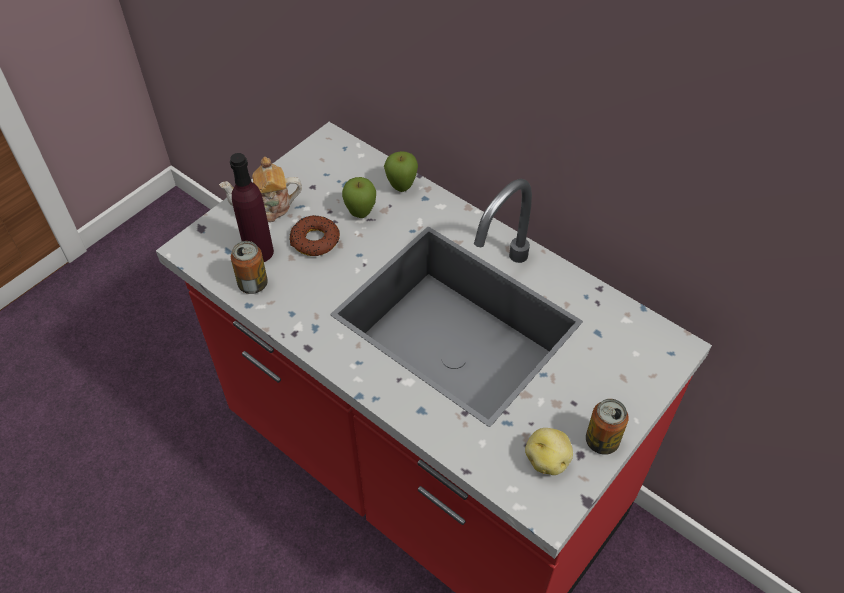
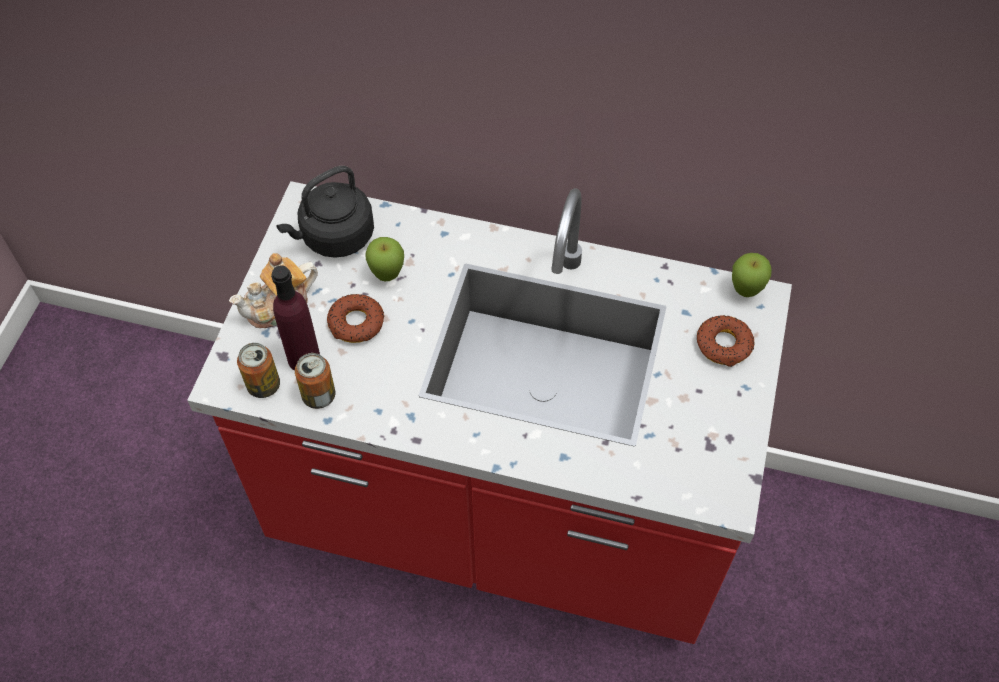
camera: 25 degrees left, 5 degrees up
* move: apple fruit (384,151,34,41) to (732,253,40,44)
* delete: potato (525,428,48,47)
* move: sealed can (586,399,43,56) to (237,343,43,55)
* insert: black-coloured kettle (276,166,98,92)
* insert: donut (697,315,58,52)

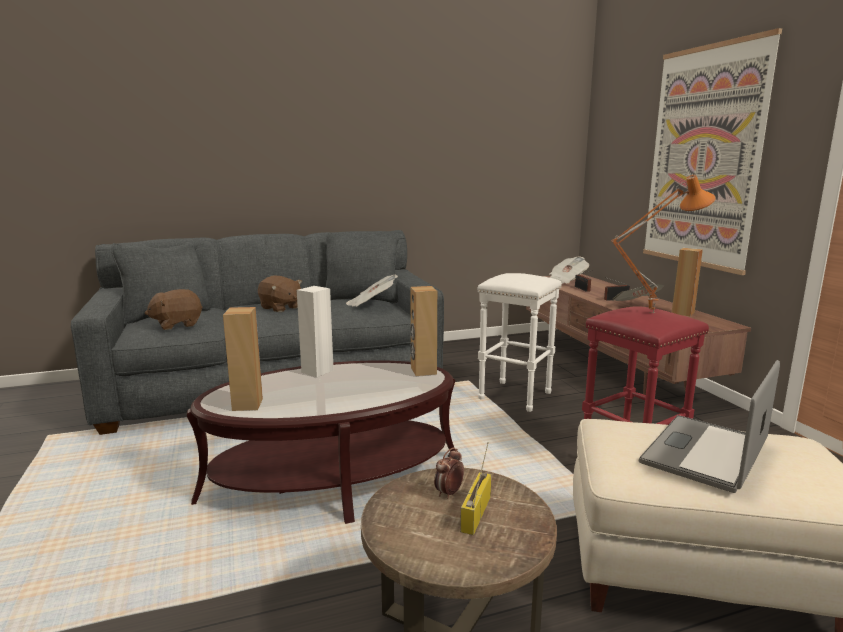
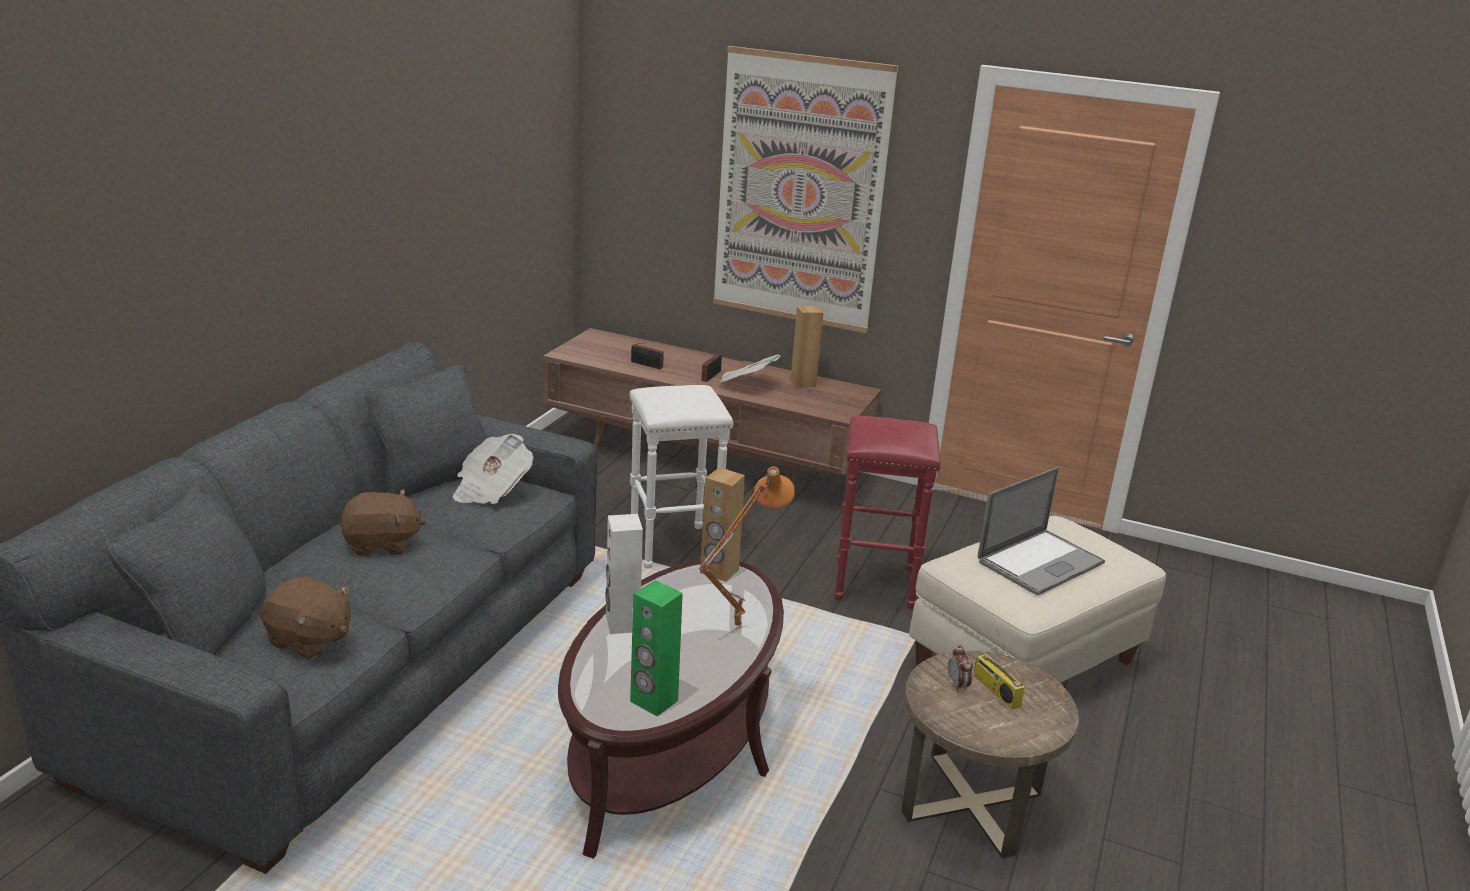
camera: 50 degrees left, 10 degrees up
* rotate: brown soft toy (145,289,58,41) = (260,577,91,83) 75 degrees counterclockwise
* recolor: brown speaker (223,307,40,104) to greenish speaker (630,580,53,136)
* delete: printed paper (549,256,40,28)
* move: orange tabletop lamp (611,175,105,138) to (699,466,96,164)
* rotate: portable computer (639,360,141,133) = (978,467,127,128) 120 degrees counterclockwise

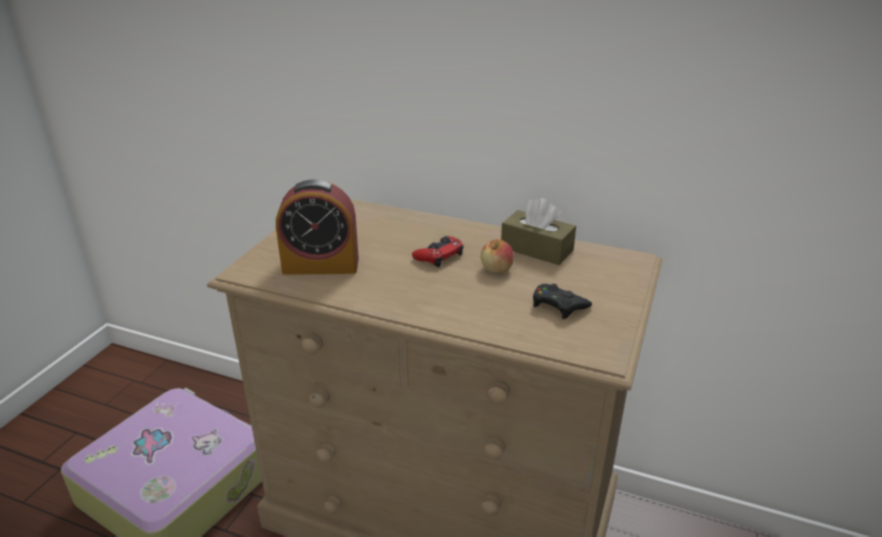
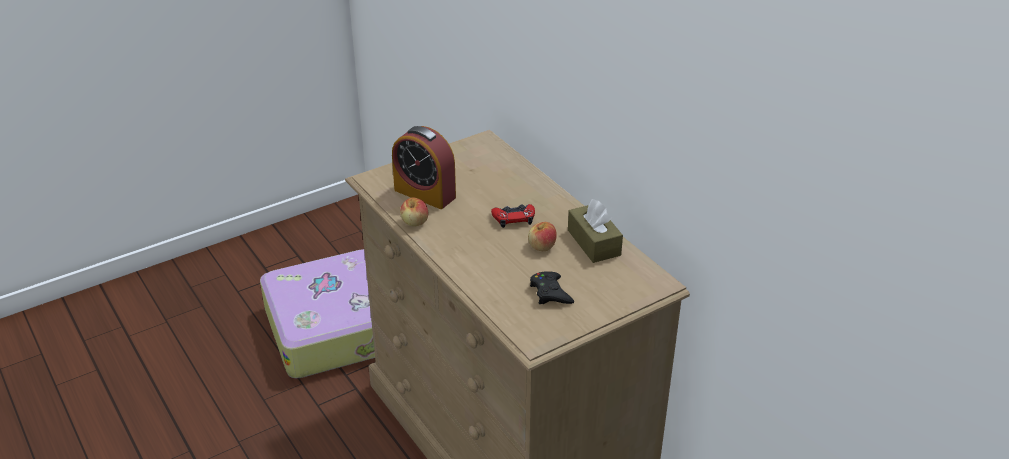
camera: 35 degrees right, 5 degrees up
* insert: apple fruit (400,198,28,28)

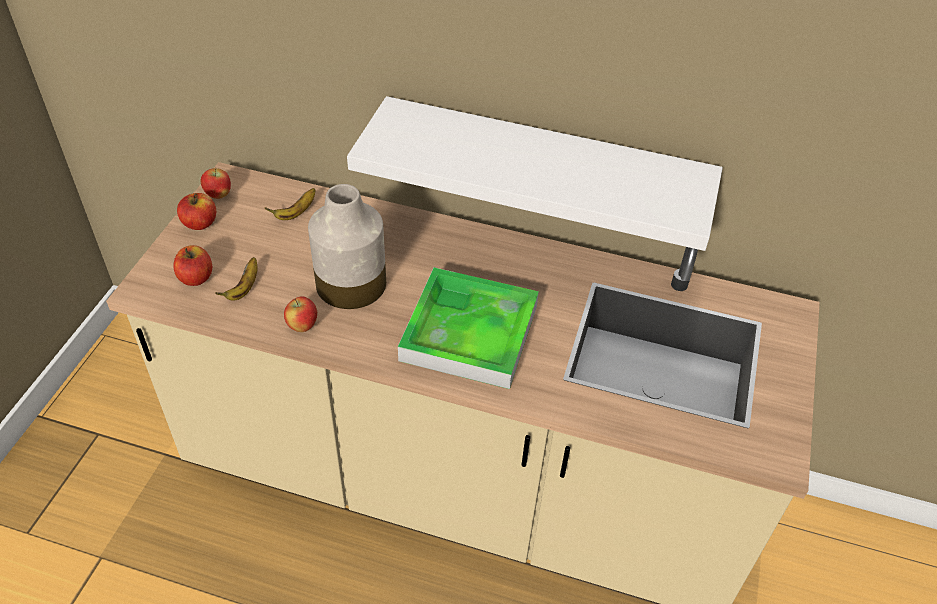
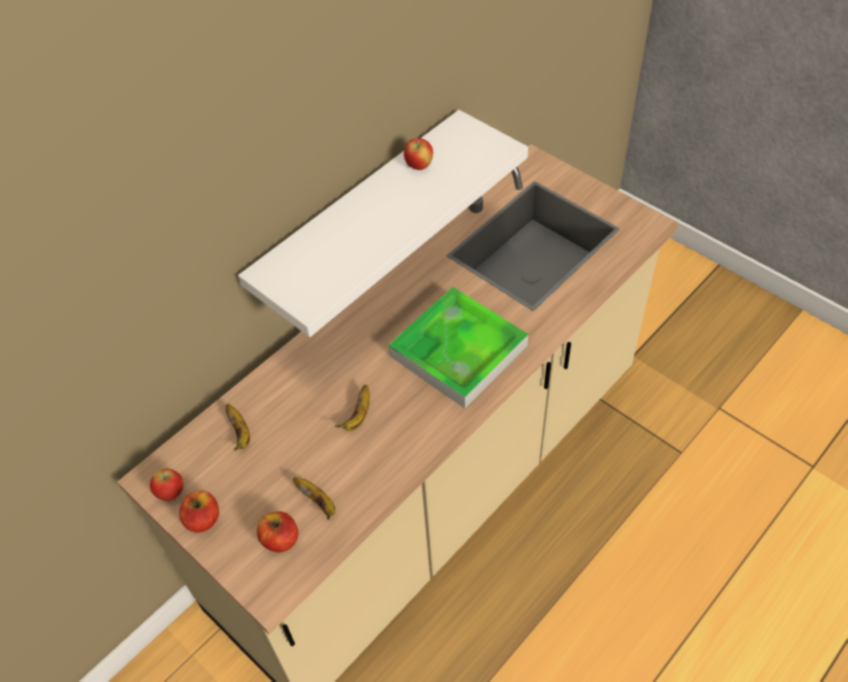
camera: 60 degrees left, 5 degrees up
* move: apple fruit (284,296,33,36) to (404,138,29,32)
* replace: beige-coloured vase (308,184,78,125) to banana fruit (335,385,35,46)

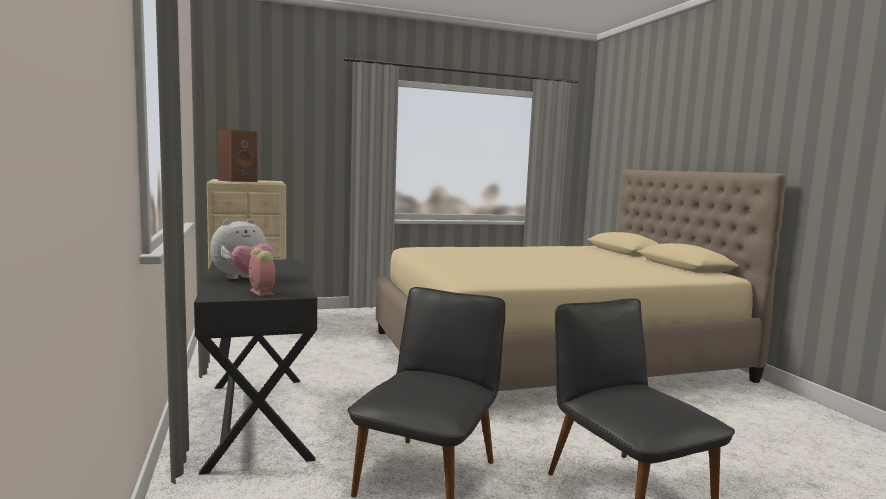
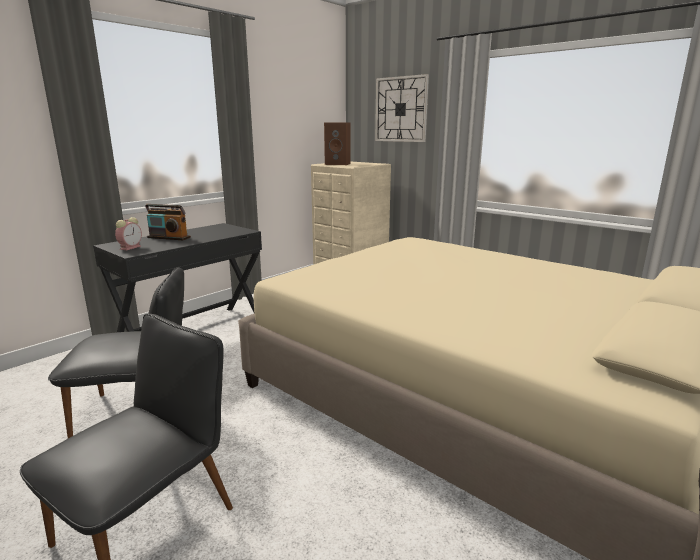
camera: 60 degrees right, 10 degrees up
* replace: soft toy (210,218,64,61) to radio set (145,204,46,36)
* insert: clock on the wall (375,74,54,68)

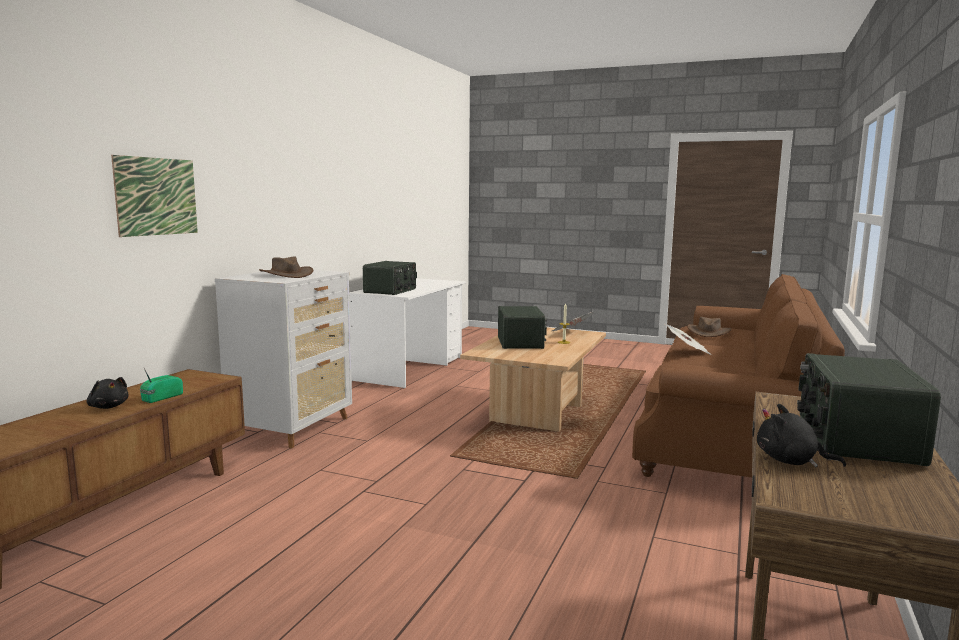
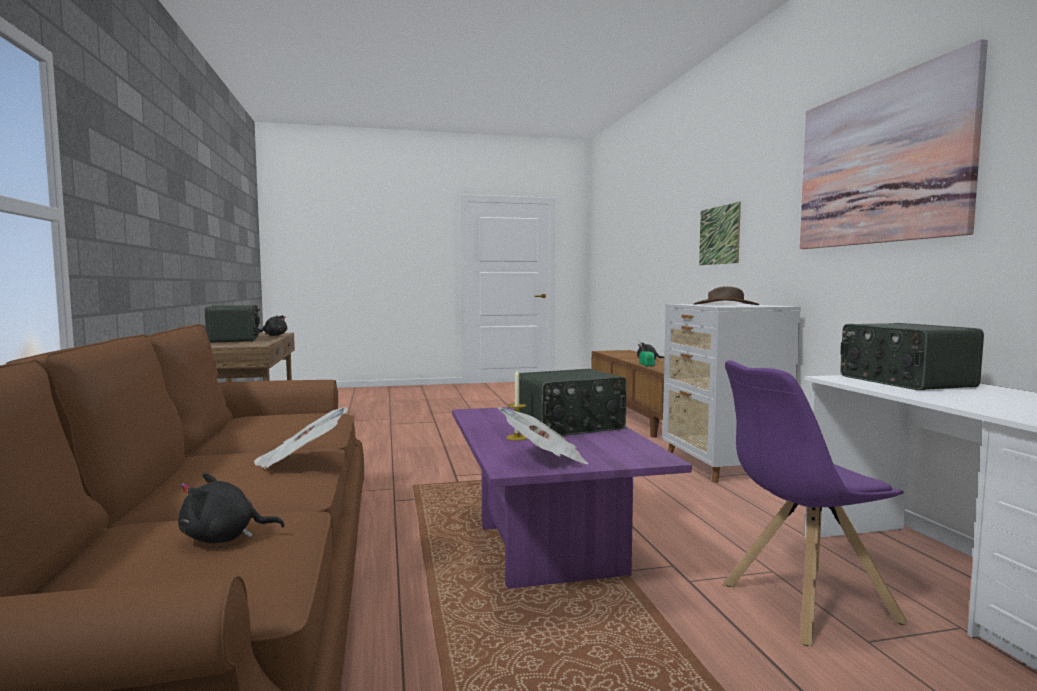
camera: 145 degrees right, 5 degrees down
* recolor: beige-coloured low table (460,327,146,104) to purplish low table (452,407,240,182)
* rotate: radio set (498,306,49,43) = (519,369,108,67) 75 degrees counterclockwise
* replace: brown hat (687,317,45,20) to black-coloured soft toy (178,473,107,70)
* insert: purplish plain chair (723,360,185,287)
* insert: wall art (800,39,188,210)

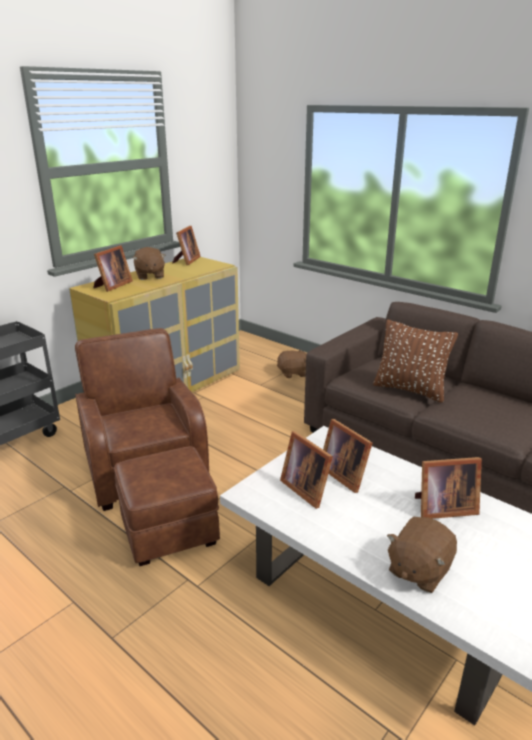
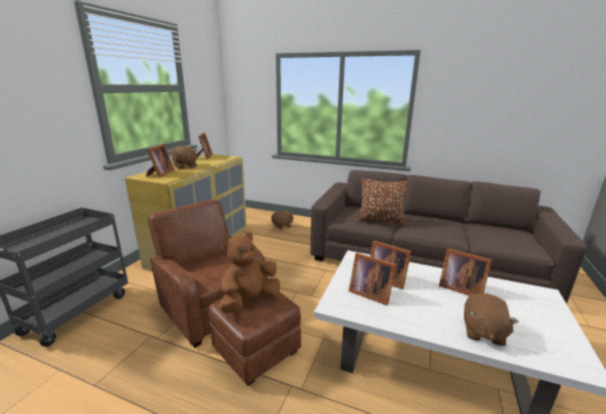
camera: 20 degrees left, 5 degrees down
* rotate: photo frame (415,457,67,62) = (439,249,53,46) 60 degrees clockwise
* insert: brown soft toy (219,232,61,82)

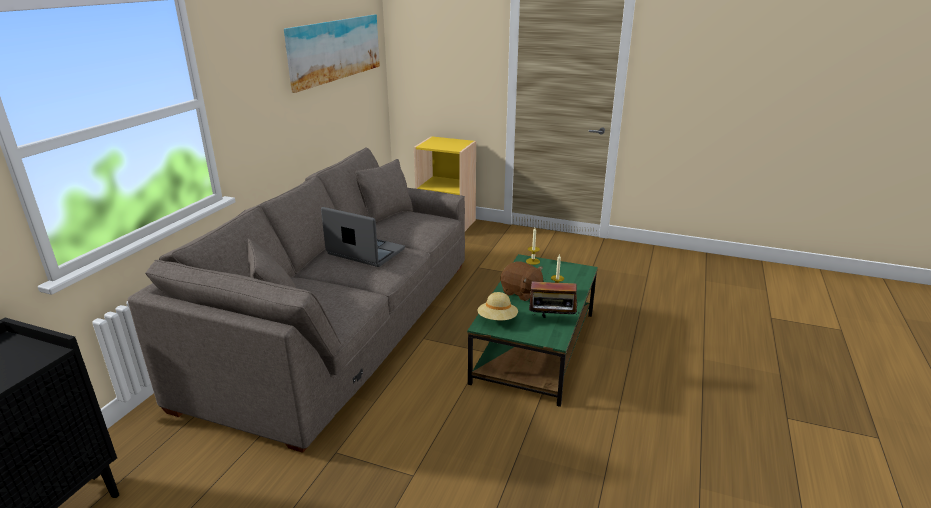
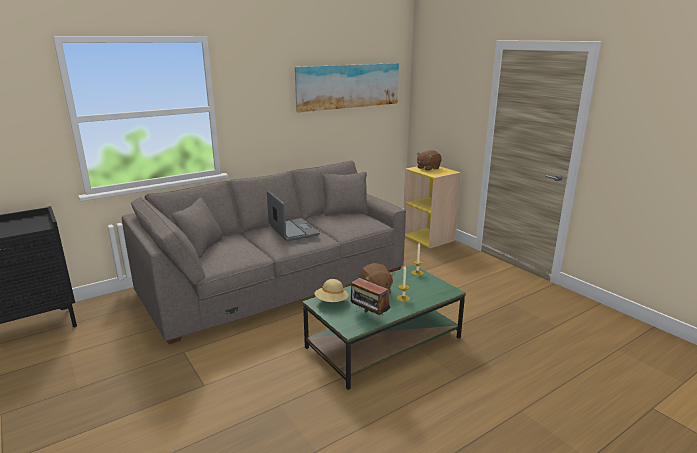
camera: 35 degrees right, 5 degrees down
* insert: brown soft toy (417,150,25,21)

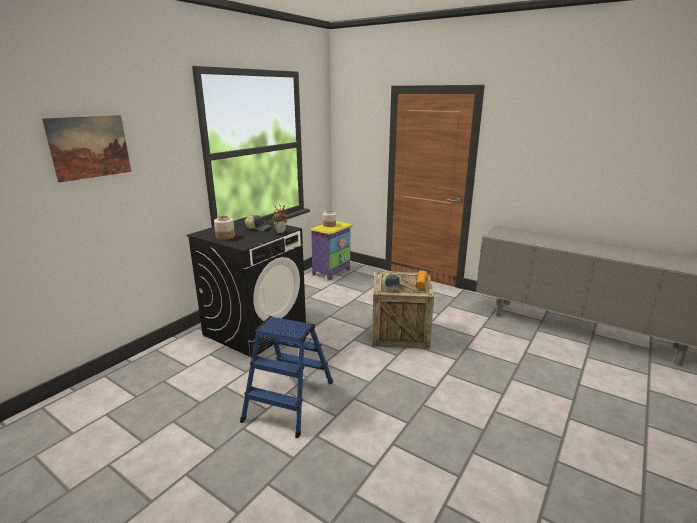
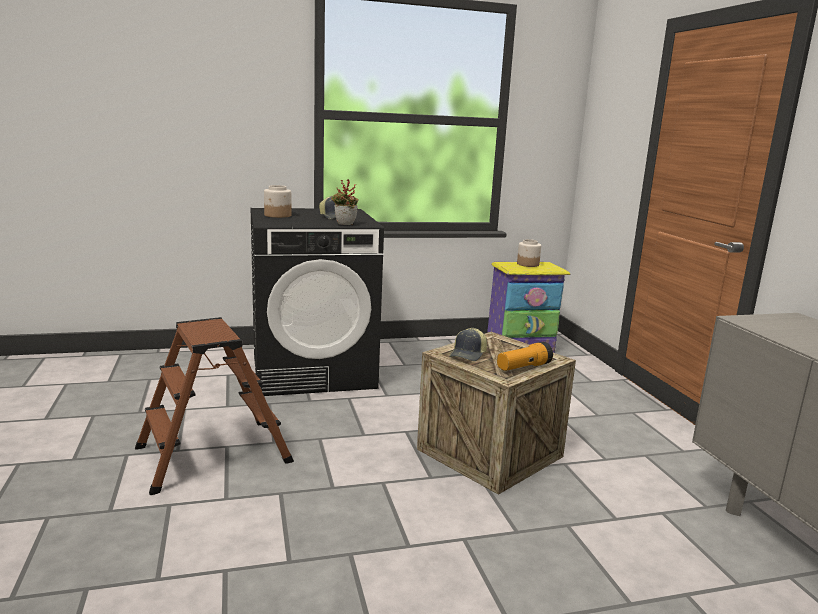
camera: 40 degrees right, 5 degrees down
* delete: wall art (42,115,89,68)
* recolor: bluish step ladder (240,316,93,122) to brown step ladder (135,317,159,178)

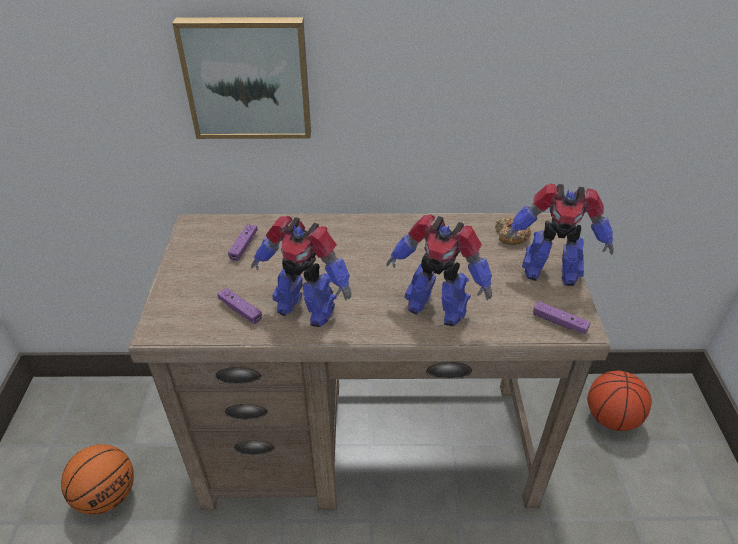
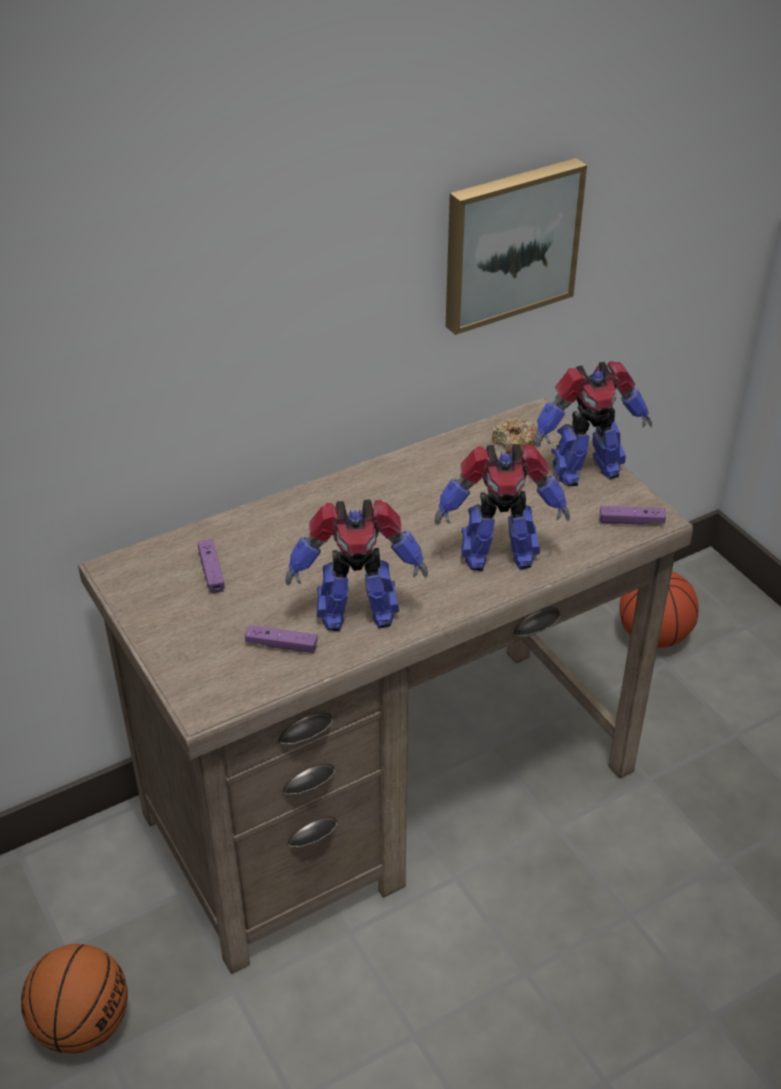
camera: 30 degrees left, 0 degrees up
* move: wall art (172,17,139,122) to (446,158,141,177)

